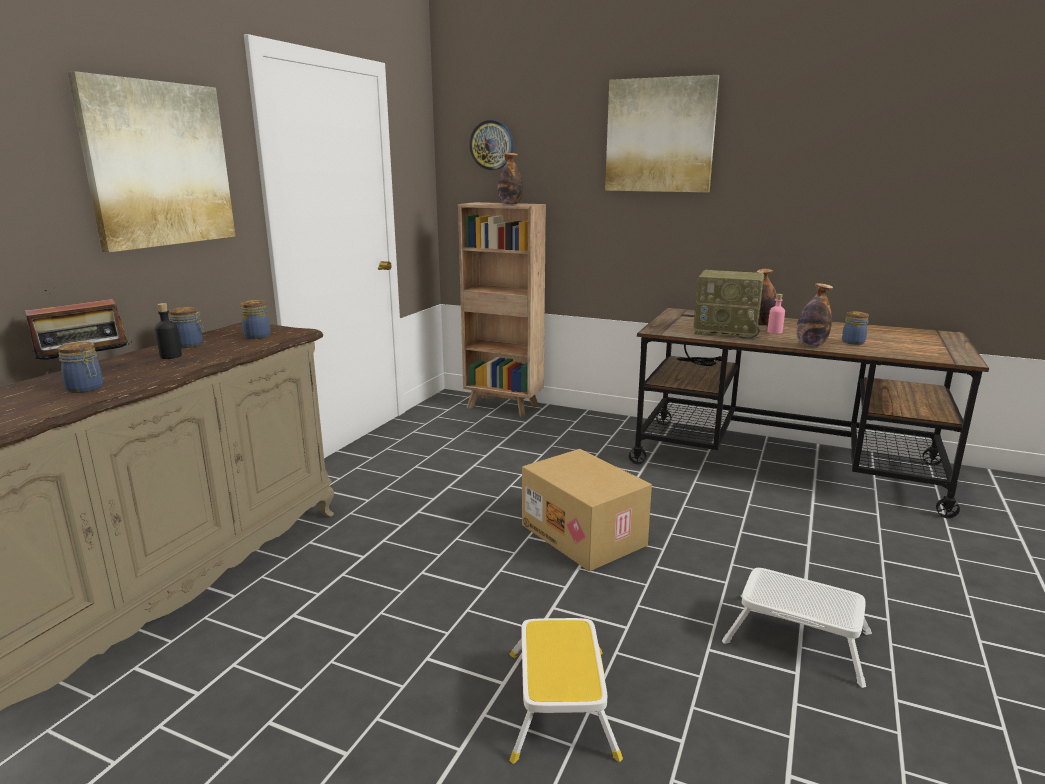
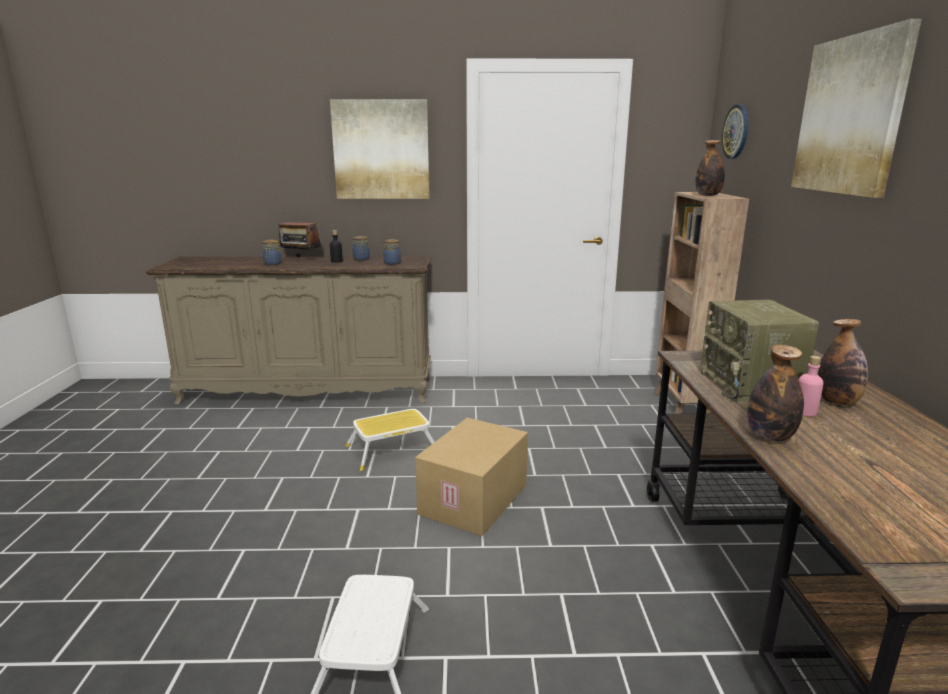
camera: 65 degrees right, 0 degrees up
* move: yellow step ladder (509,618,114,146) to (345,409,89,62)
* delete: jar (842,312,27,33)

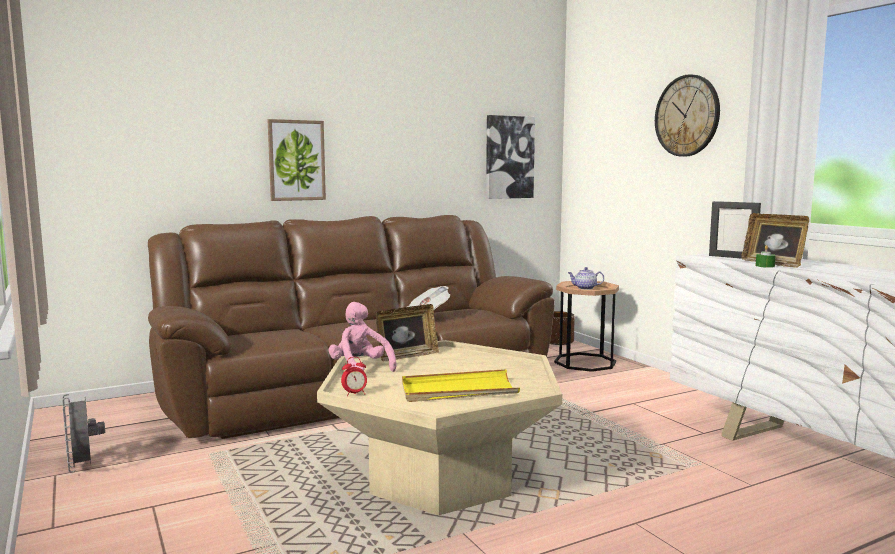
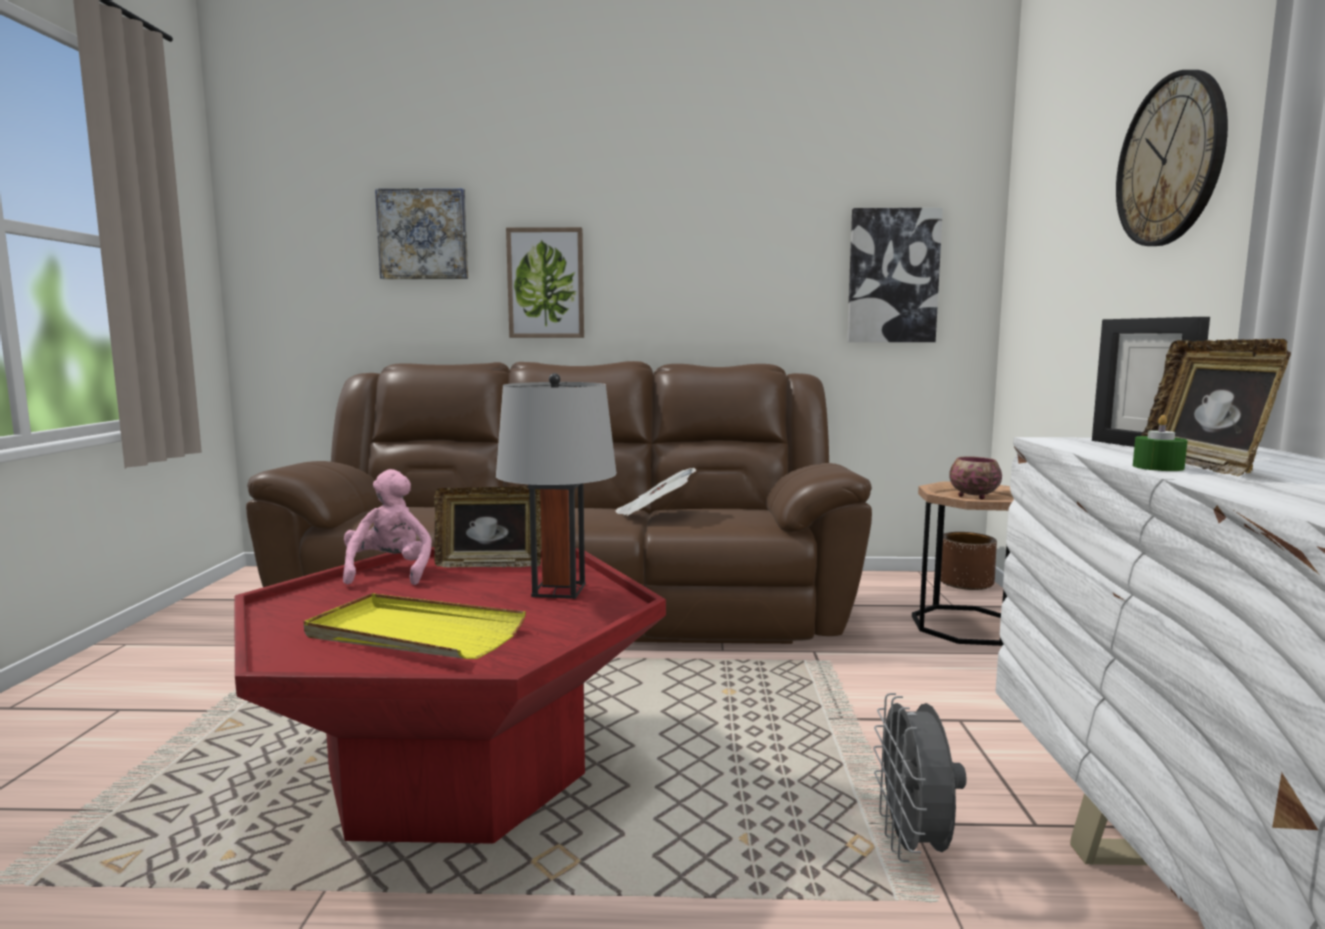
camera: 30 degrees right, 0 degrees up
* move: greyish cooling fan (62,394,43,79) to (873,693,94,169)
* recolor: beige-coloured low table (317,340,245,175) to red low table (234,547,432,297)
* delete: bedside clock (341,357,26,39)
* replace: pot for tea (568,267,36,23) to serving bowl (949,456,53,43)
* insert: wall art (375,188,93,91)
* insert: greyish tabletop lamp (496,373,121,226)

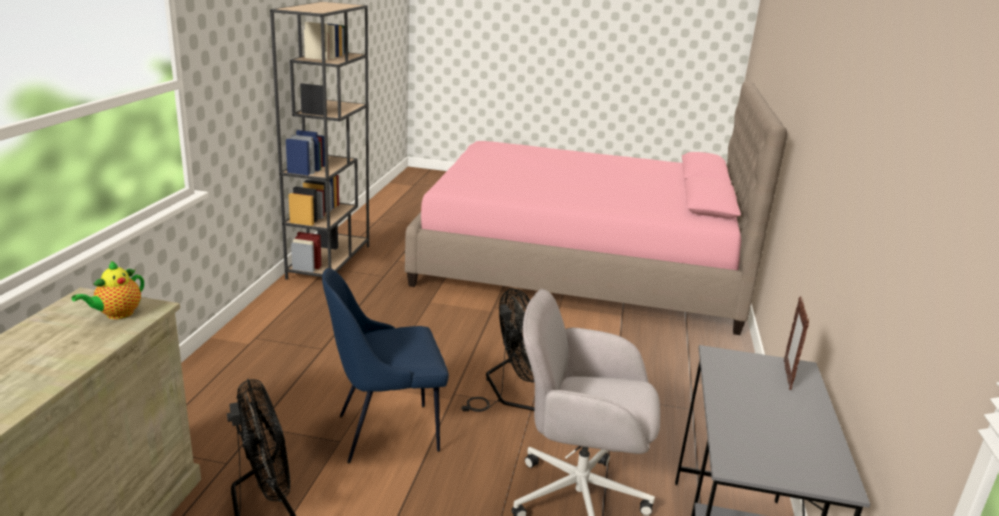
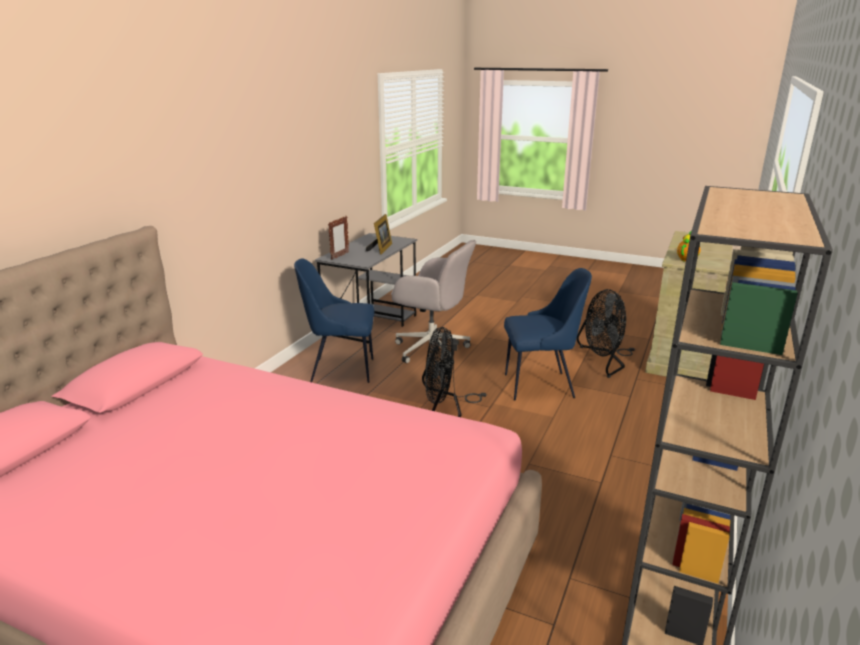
camera: 165 degrees left, 0 degrees up
* insert: bluish plain chair (294,258,80,125)
* insert: photo frame (366,214,26,40)

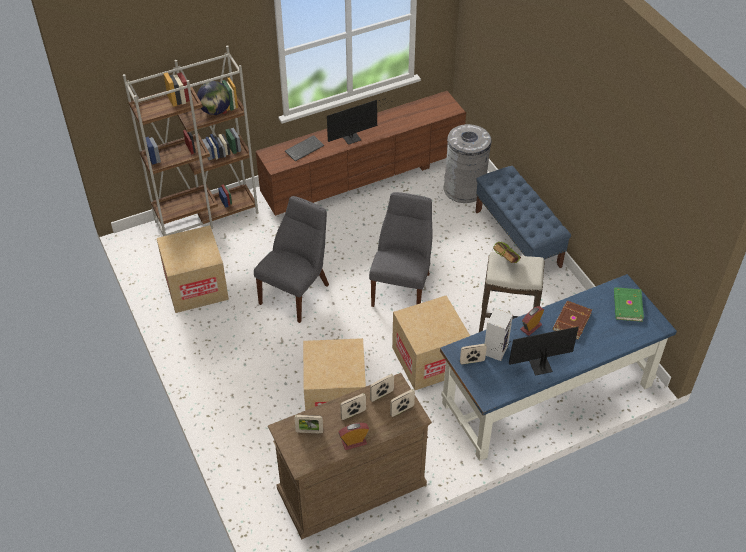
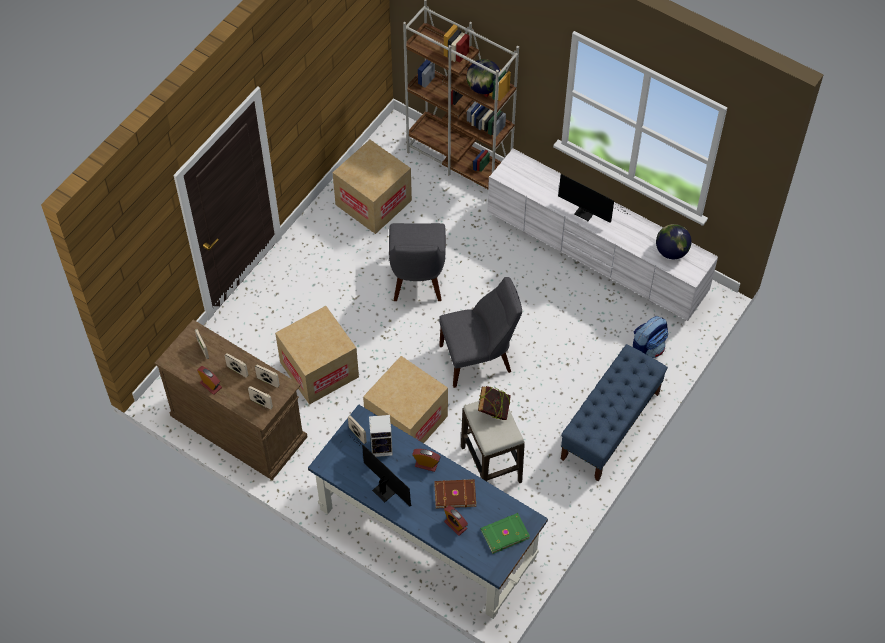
camera: 60 degrees right, 10 degrees up
* rotate: greyish plain chair (254,196,75,127) = (389,223,57,78) 90 degrees clockwise
* recolor: brown cabinet (256,91,210,125) to white cabinet (488,148,230,173)
* delete: PC keyboard (285,135,39,26)
* replace: greyish trash can (443,124,49,79) to backpack (633,316,35,42)
* insert: bedside clock (444,505,24,31)
* insert: globe (656,224,36,35)

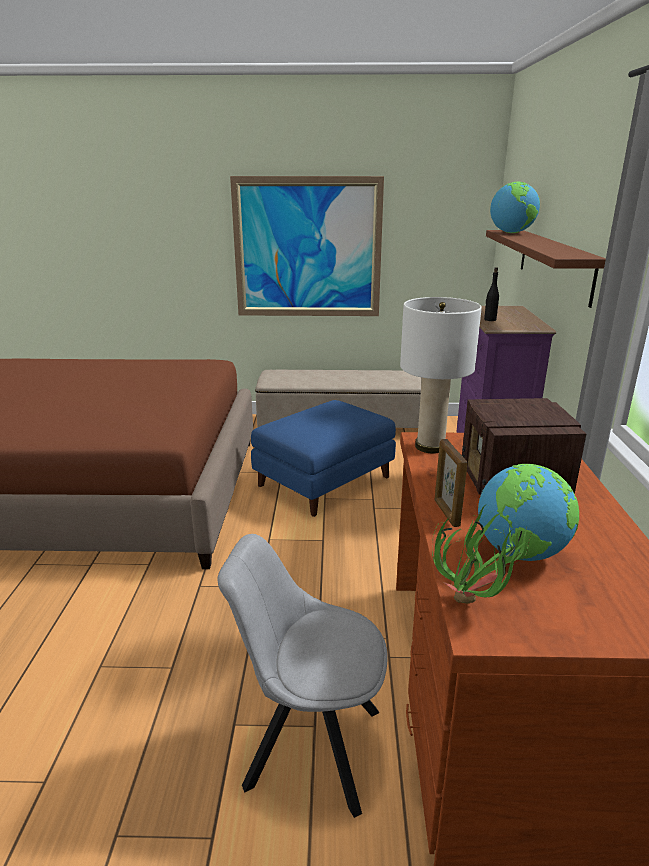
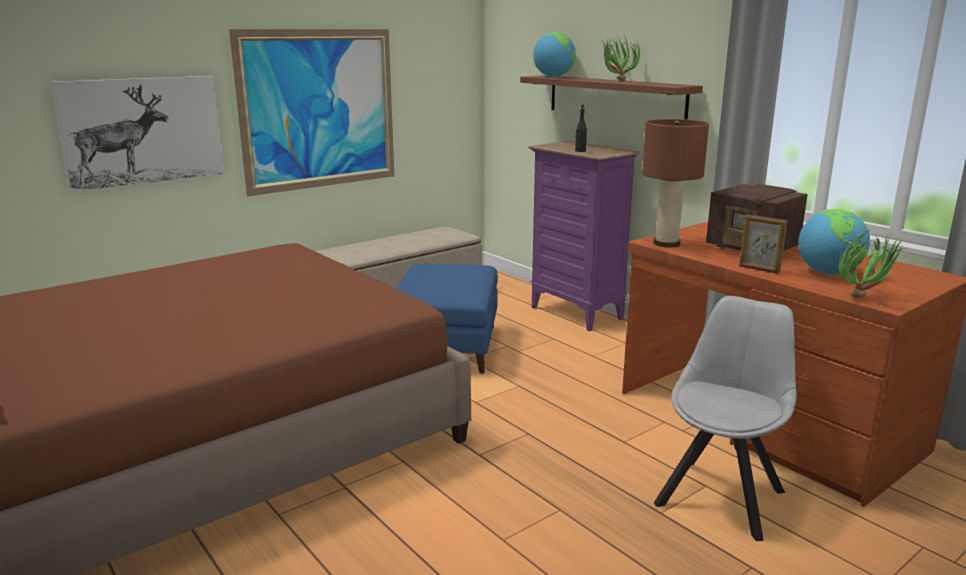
camera: 40 degrees left, 5 degrees down
* rotate: greyish plain chair (217,534,171,284) = (654,296,143,245) 150 degrees clockwise
* recolor: white tabletop lamp (400,297,82,156) to brown tabletop lamp (642,119,67,128)
* insert: wall art (50,76,174,116)
* insert: potted plant (601,33,39,49)

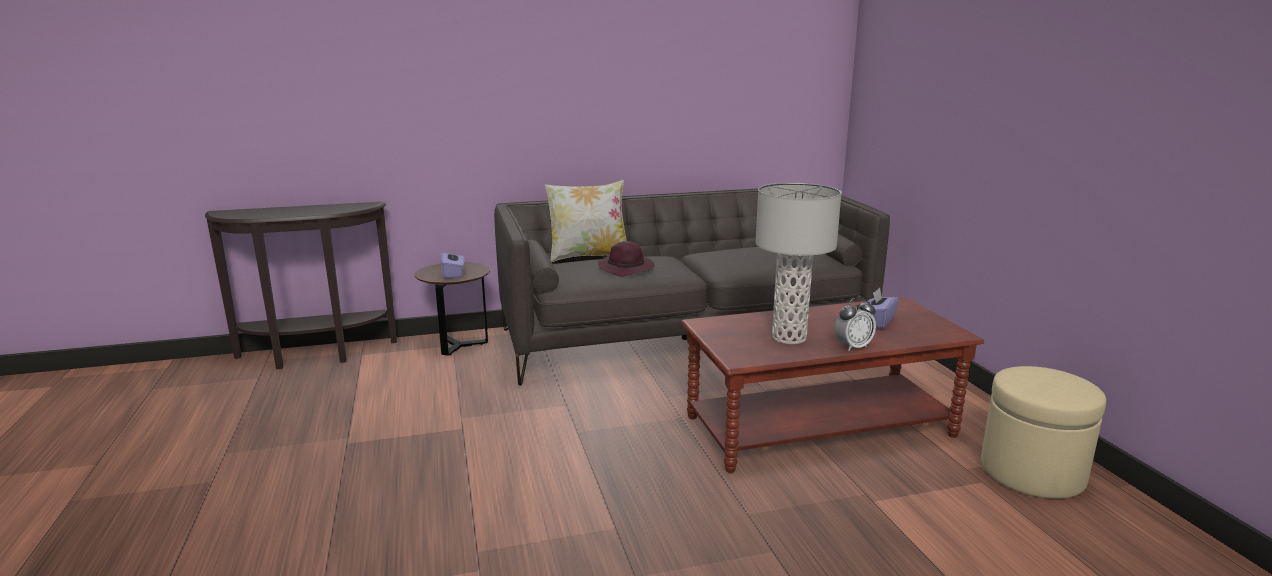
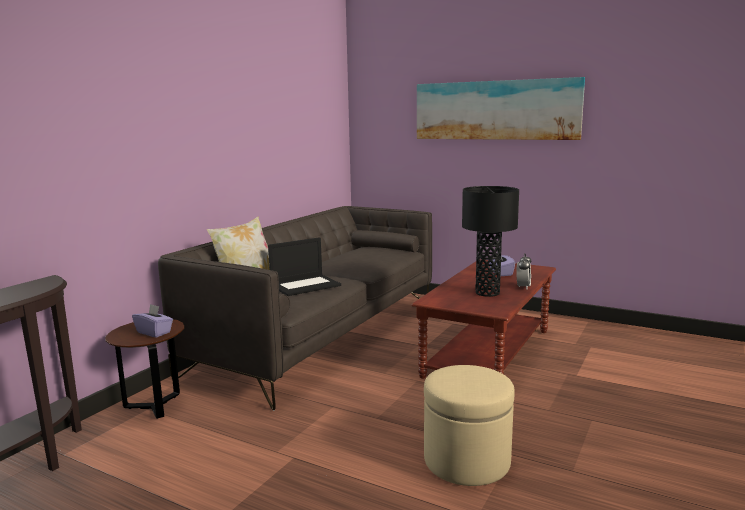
camera: 45 degrees left, 5 degrees down
* replace: purplish hat (598,241,57,35) to portable computer (268,237,73,59)
* recolor: white tabletop lamp (756,183,85,161) to black-coloured tabletop lamp (462,186,57,111)
* move: beige-coloured footrest (981,366,125,133) to (424,365,91,121)
* insert: wall art (417,77,168,63)

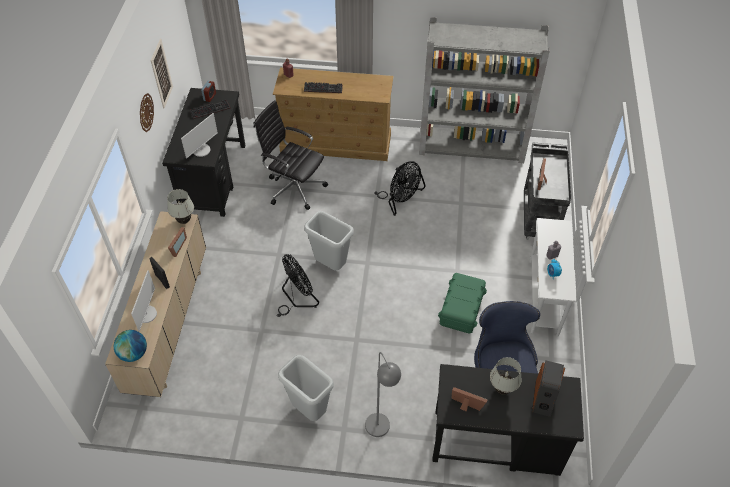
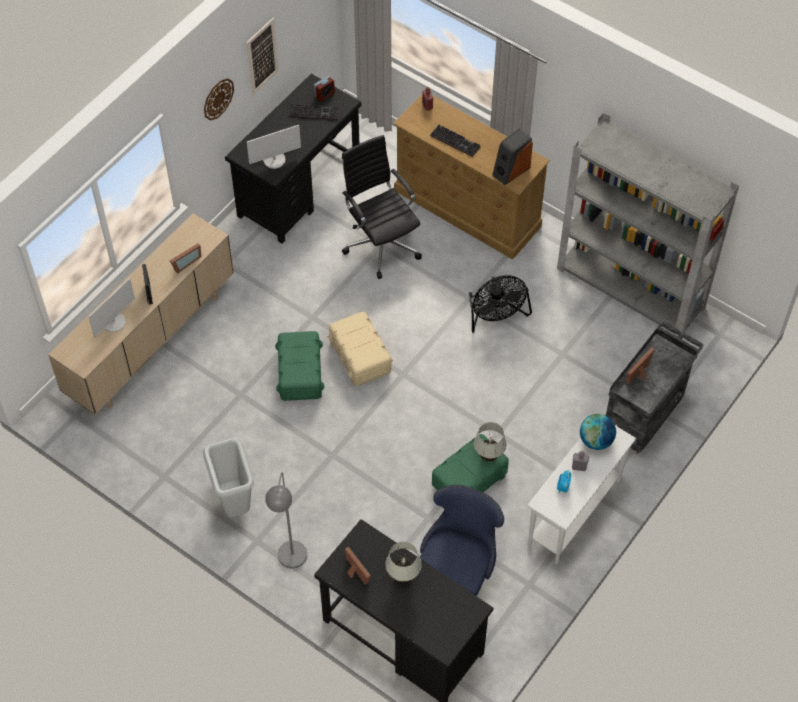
camera: 30 degrees right, 5 degrees up
* move: globe (114,330,33,32) to (580,414,36,36)
* move: white tabletop lamp (167,189,27,35) to (474,422,32,39)
* replace: black-coloured cooling fan (276,254,43,63) to greenish storage container (275,331,49,70)
* replace: greyish trash can (304,211,50,59) to beige-coloured storage container (328,312,65,74)
* move: speaker (532,360,33,57) to (492,129,41,56)

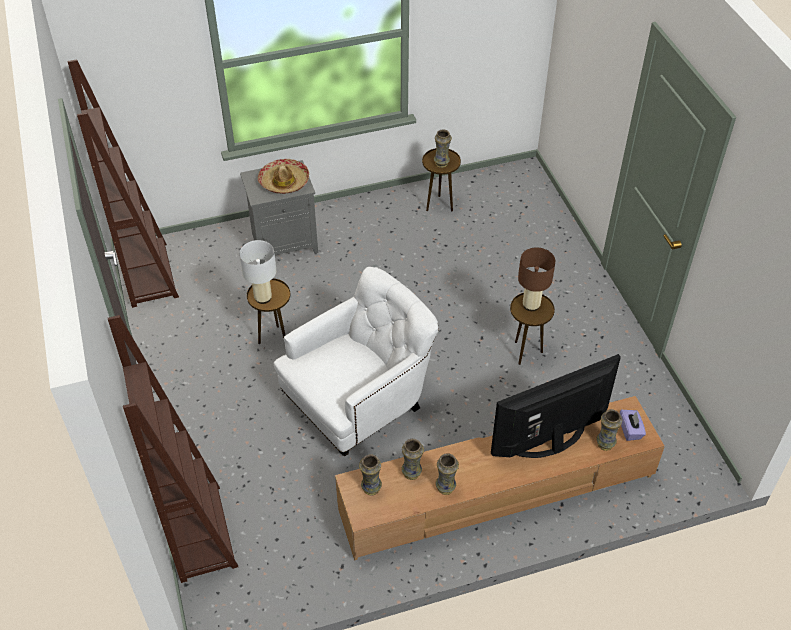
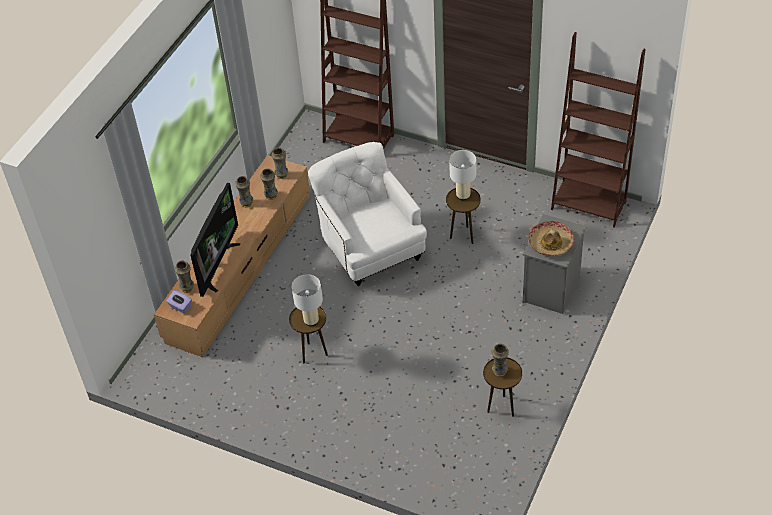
camera: 135 degrees right, 0 degrees up
* rotate: white armchair (274,267,165,189) = (308,142,119,144) 150 degrees clockwise
* recolor: brown tabletop lamp (518,248,37,63) to white tabletop lamp (292,274,31,52)

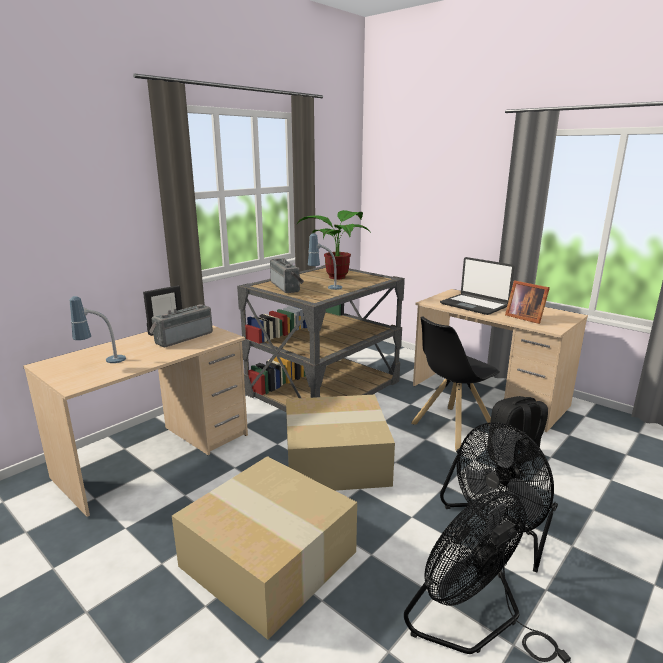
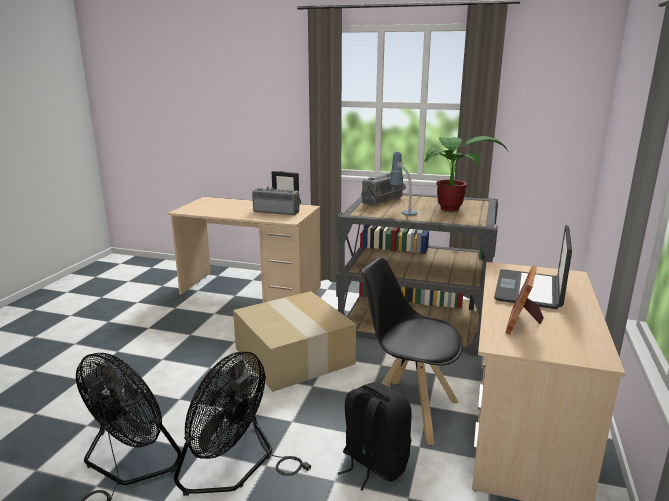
camera: 65 degrees right, 0 degrees up
* delete: tabletop lamp (69,296,57,67)
* delete: carton (172,456,185,184)

